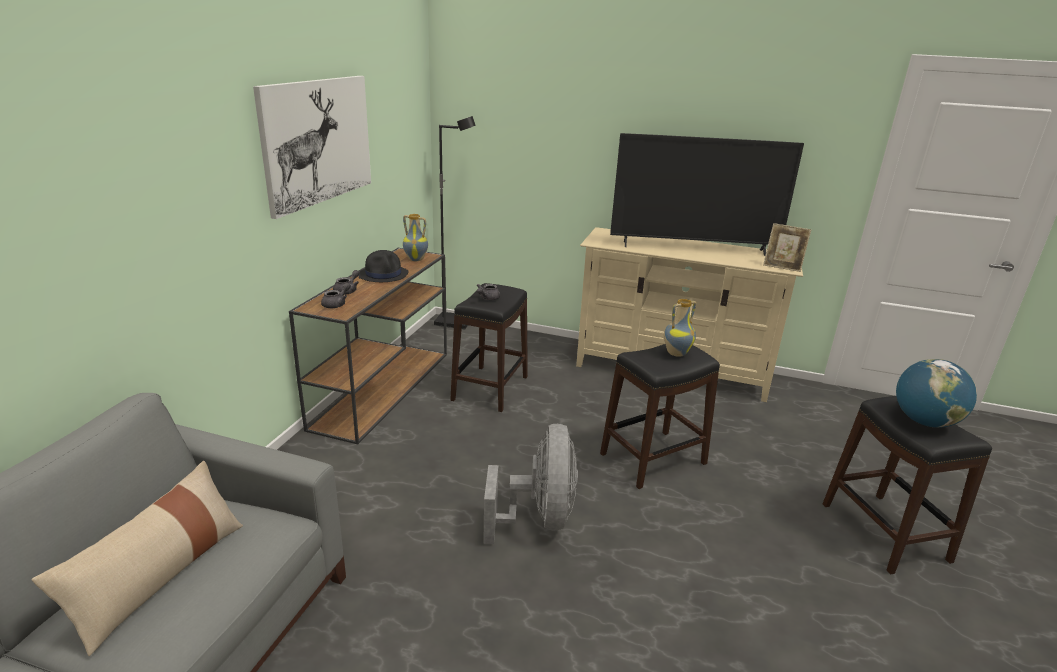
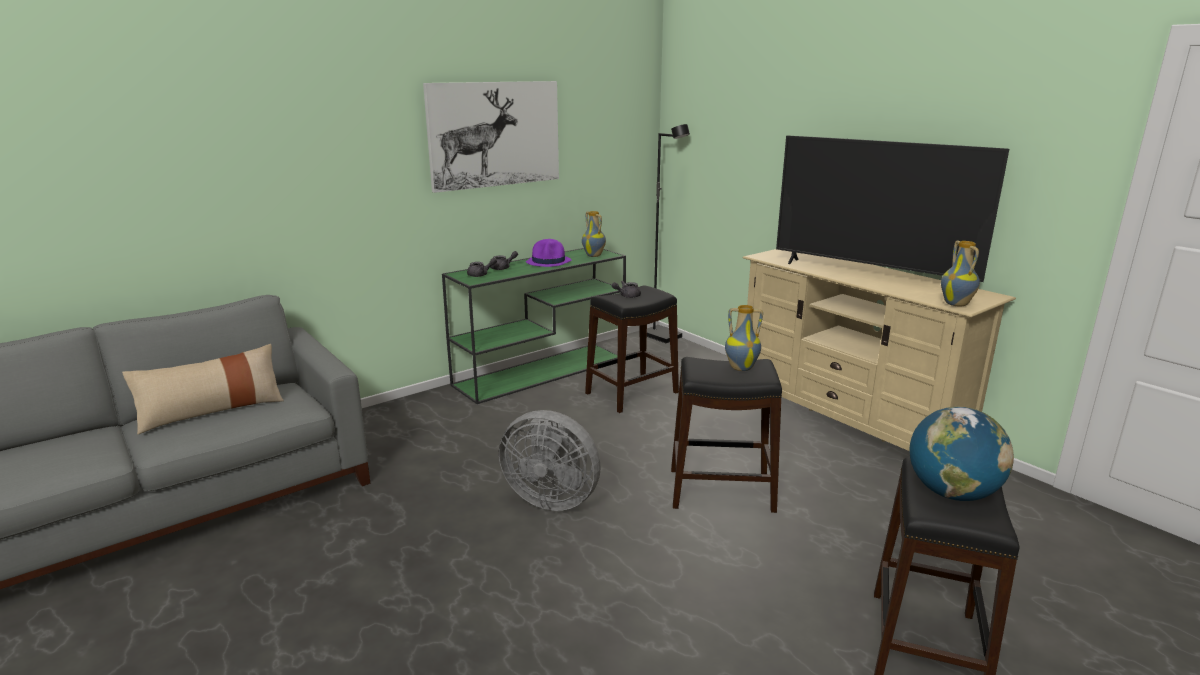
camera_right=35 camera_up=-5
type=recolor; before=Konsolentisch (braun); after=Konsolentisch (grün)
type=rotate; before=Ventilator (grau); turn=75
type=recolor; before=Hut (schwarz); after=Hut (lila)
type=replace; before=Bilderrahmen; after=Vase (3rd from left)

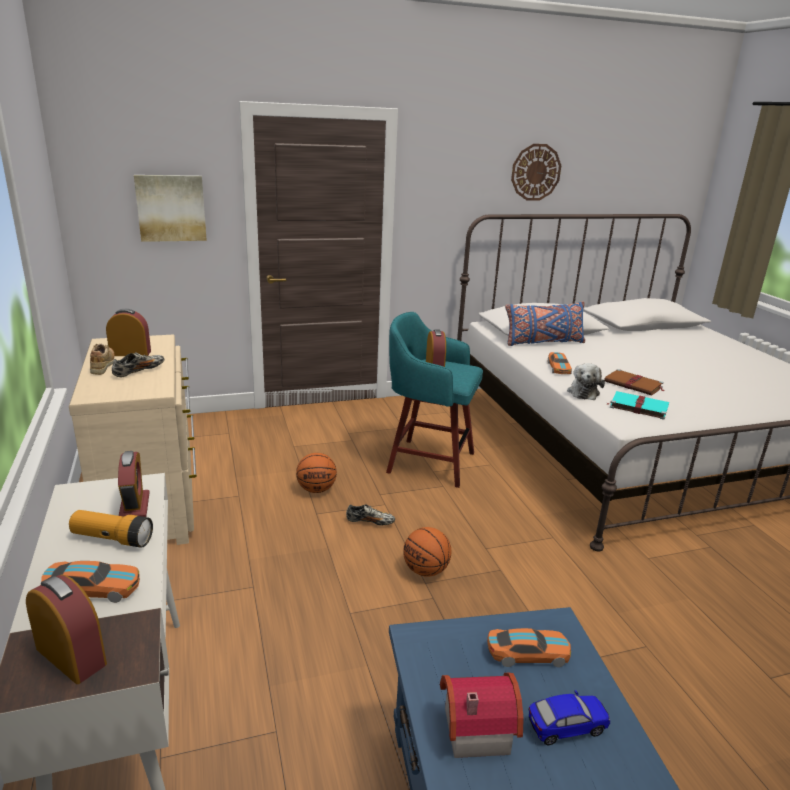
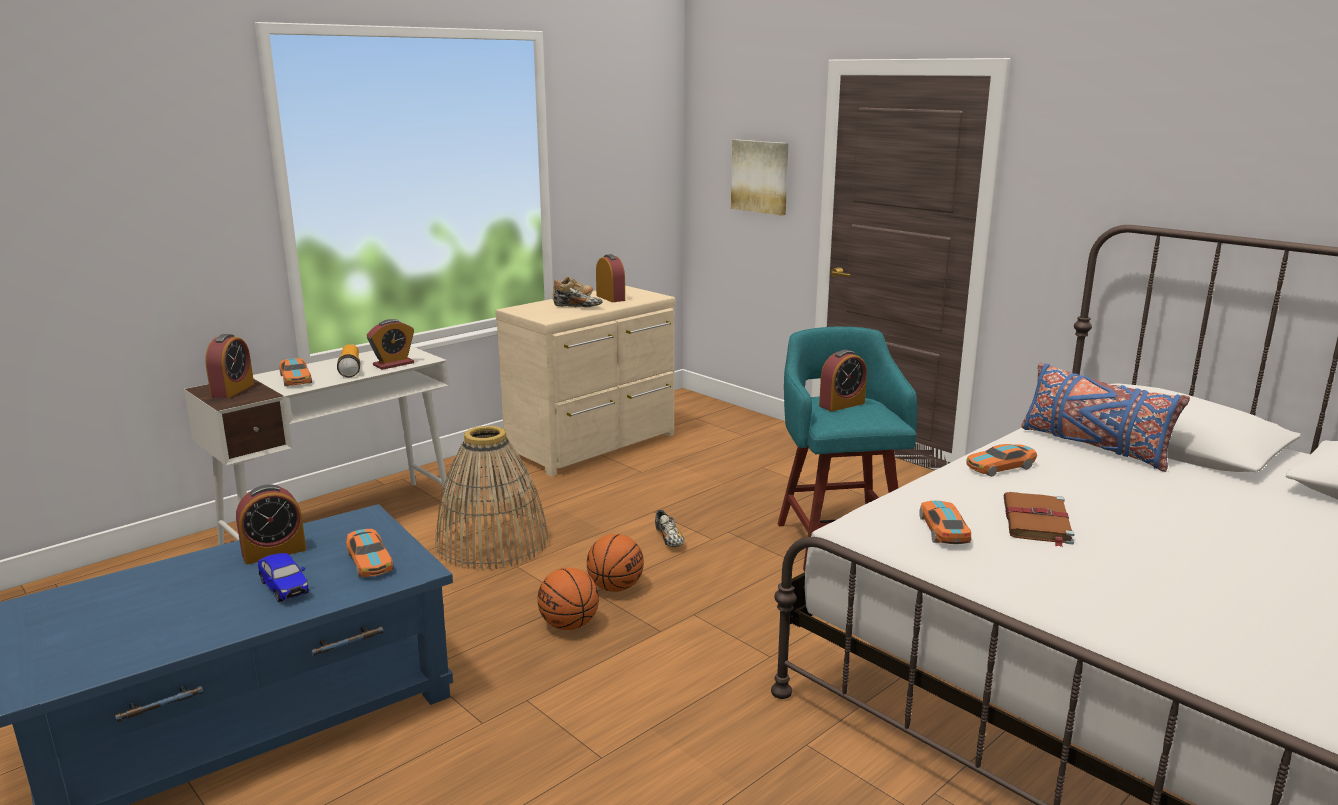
camera_right=65 camera_up=-5
type=replace; before=Spielzeughaus; after=Wecker (2nd from left)
type=insert; after=Korb
type=move; before=Basketball (1st from left)
type=replace; before=Buch (türkis); after=Spielzeugauto (4th from left)
type=delete; before=Wanduhr
type=delete; before=Plüschtier

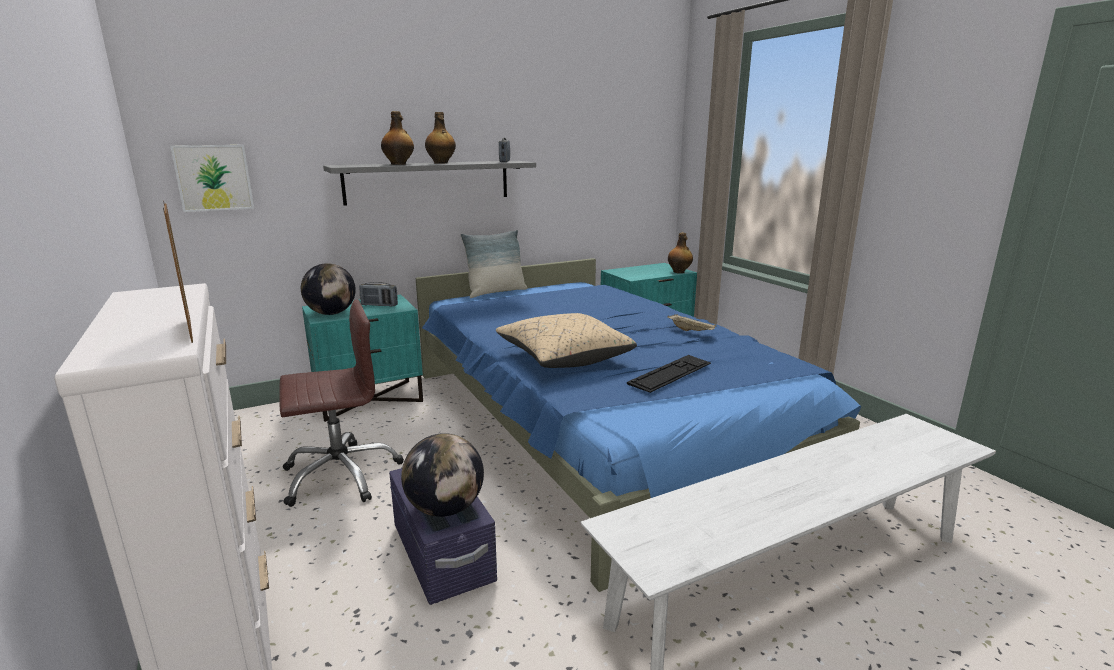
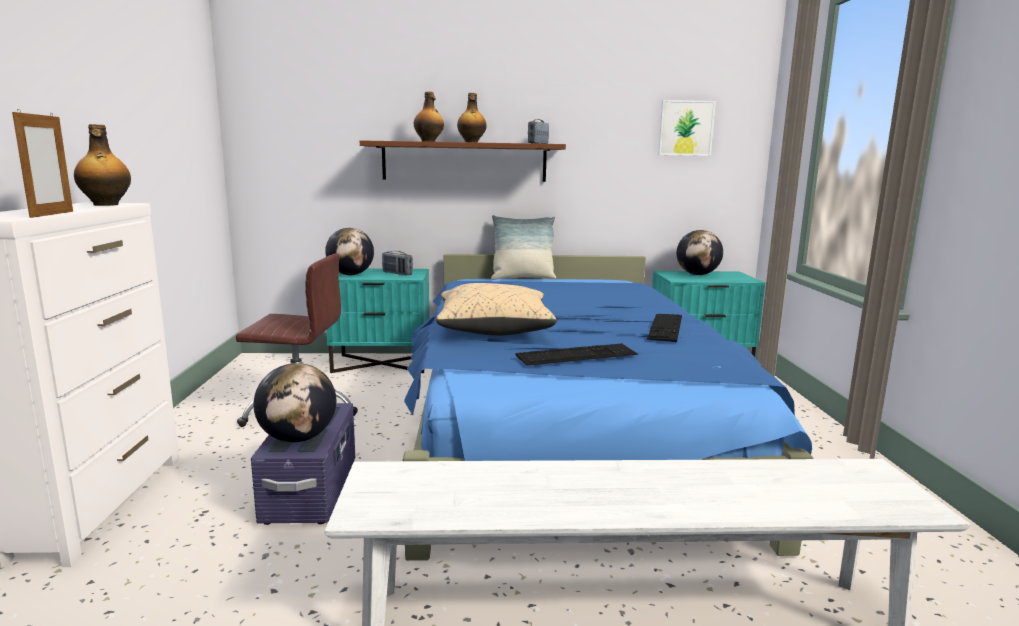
camera_right=25 camera_up=-5
type=move; before=Flasche (3rd from left in the first image); after=Flasche (1st from left)
type=recolor; before=Wandregal (grau); after=Wandregal (braun)
type=replace; before=Tablett (beige); after=Tastatur (2nd from left)
type=move; before=Bild
type=insert; after=Globus (3rd from left)

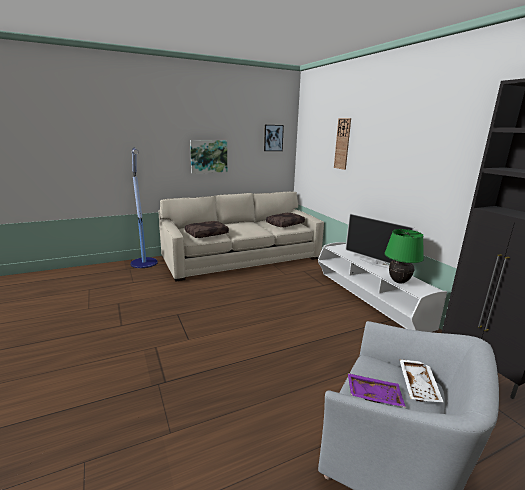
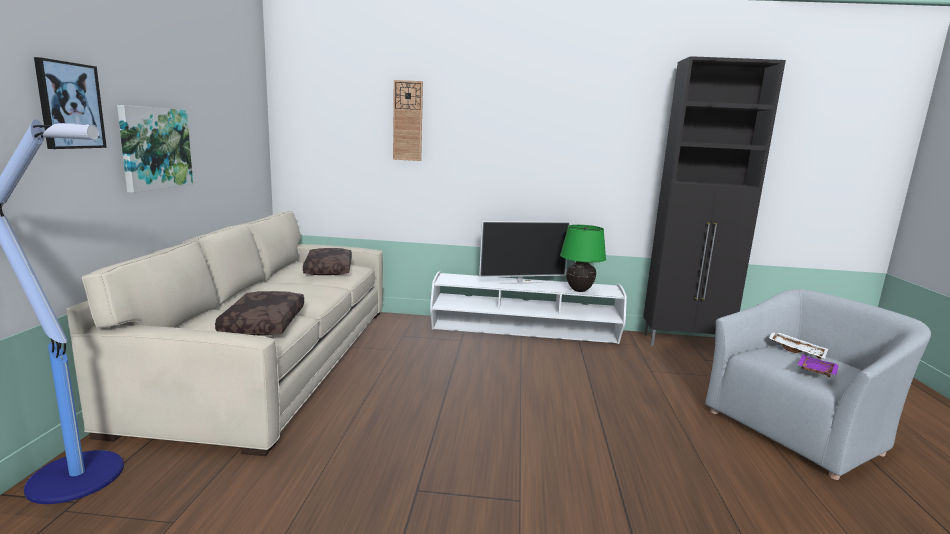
camera_right=-60 camera_up=-5
type=move; before=Bild (2nd from left in the first image); after=Bild (1st from left)

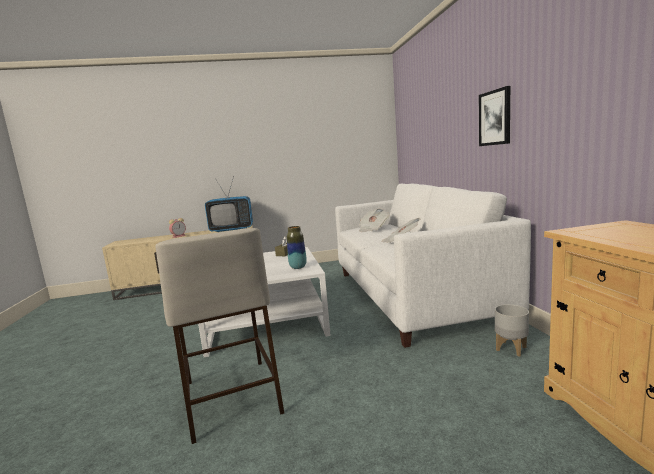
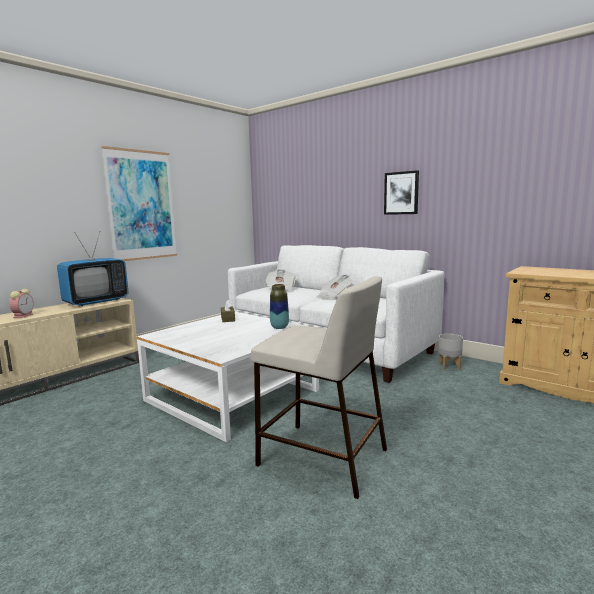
camera_right=-40 camera_up=0
type=insert; after=Bild (1st from left)

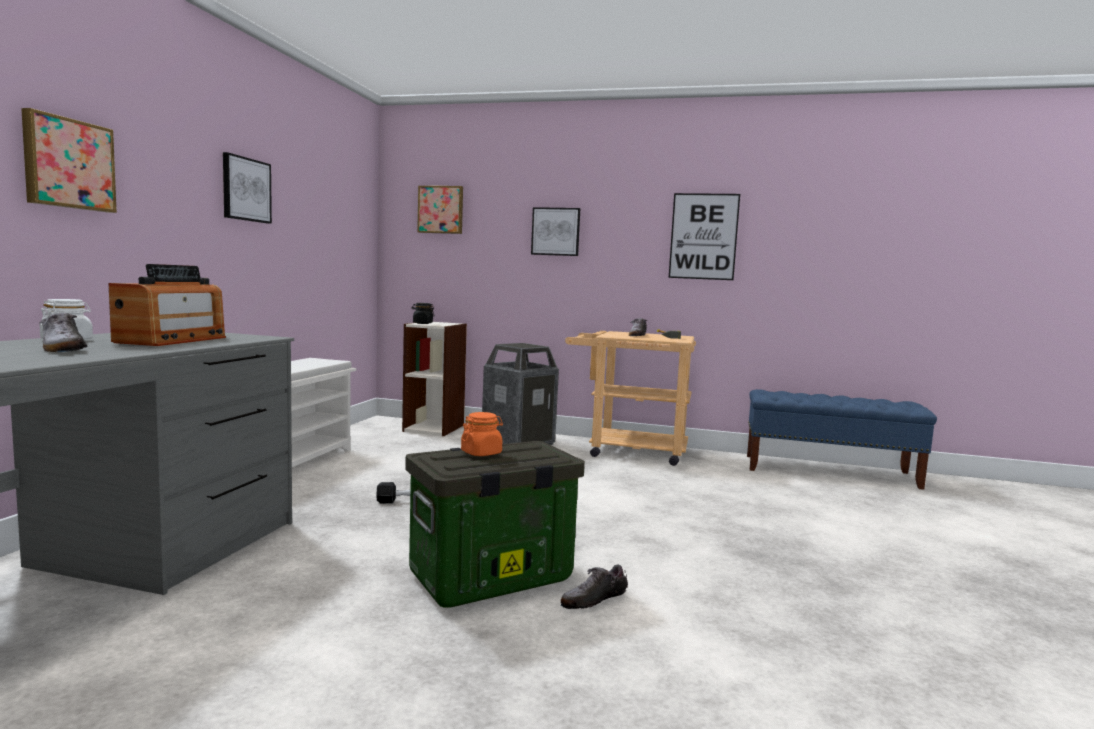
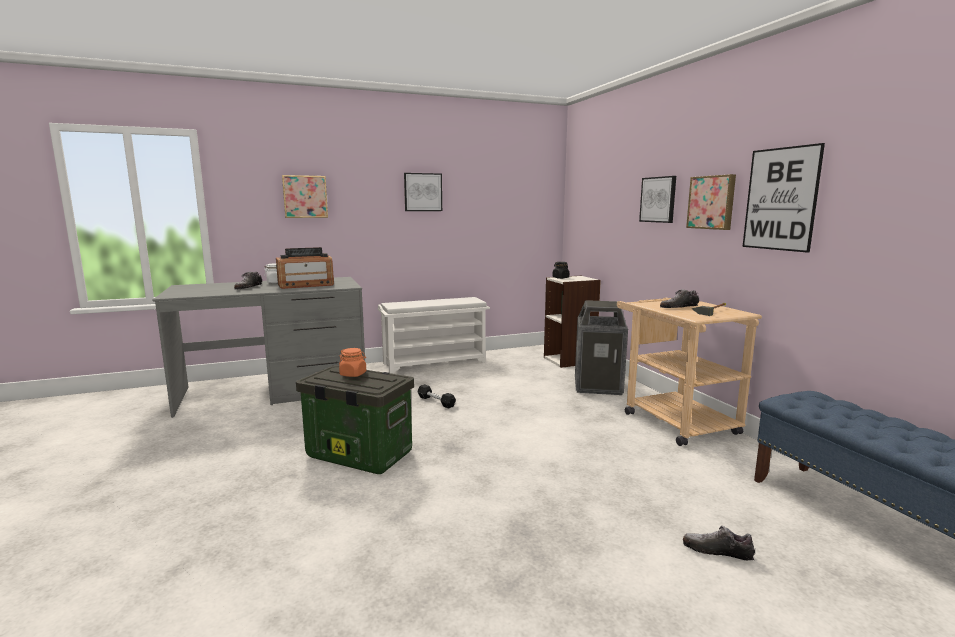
camera_right=55 camera_up=5
type=move; before=Schuh (2nd from left in the first image); after=Schuh (3rd from left)
type=move; before=Bild (3rd from left in the first image); after=Bild (4th from left)

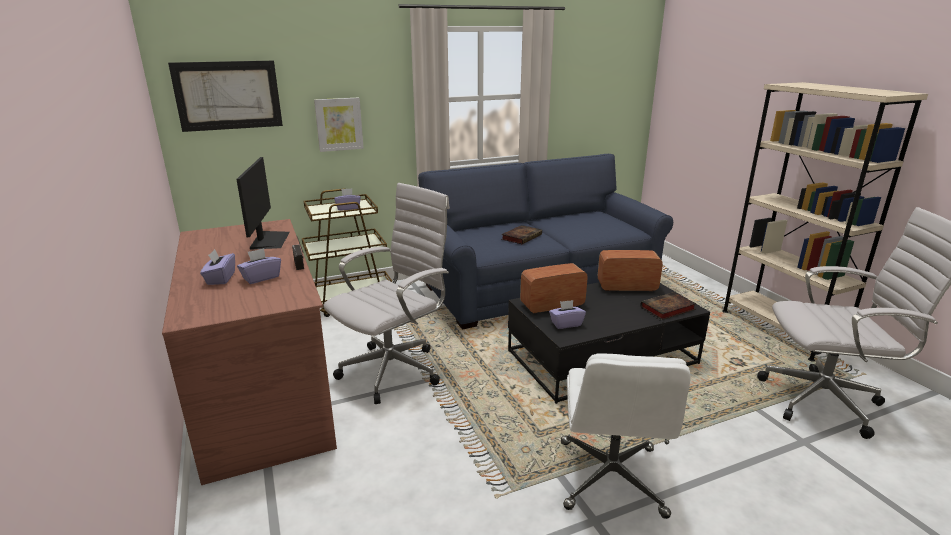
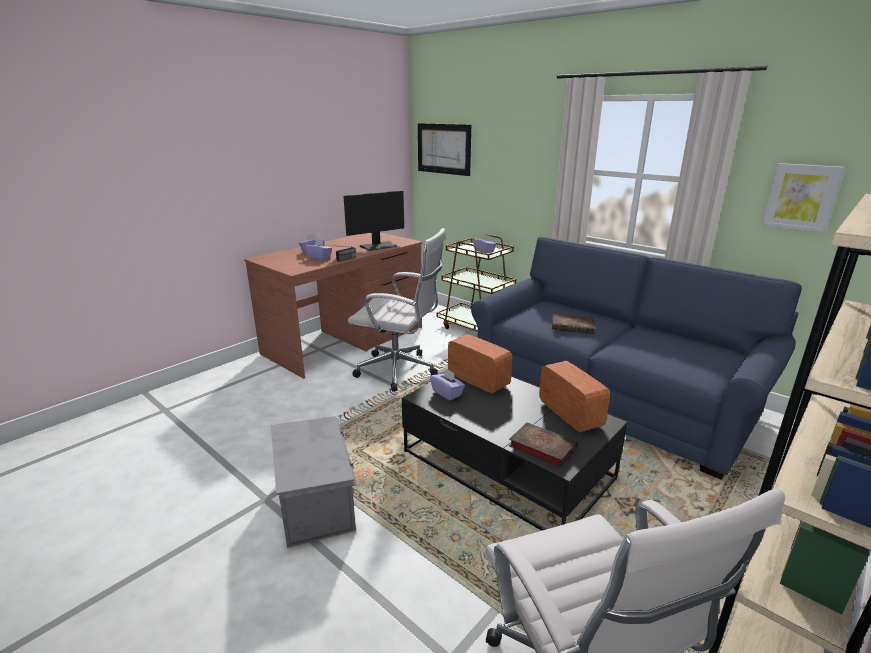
camera_right=65 camera_up=0
type=replace; before=Bürostuhl (weiß) (2nd from left); after=Aufbewahrungsbox (grau)
type=move; before=Bild (2nd from left)

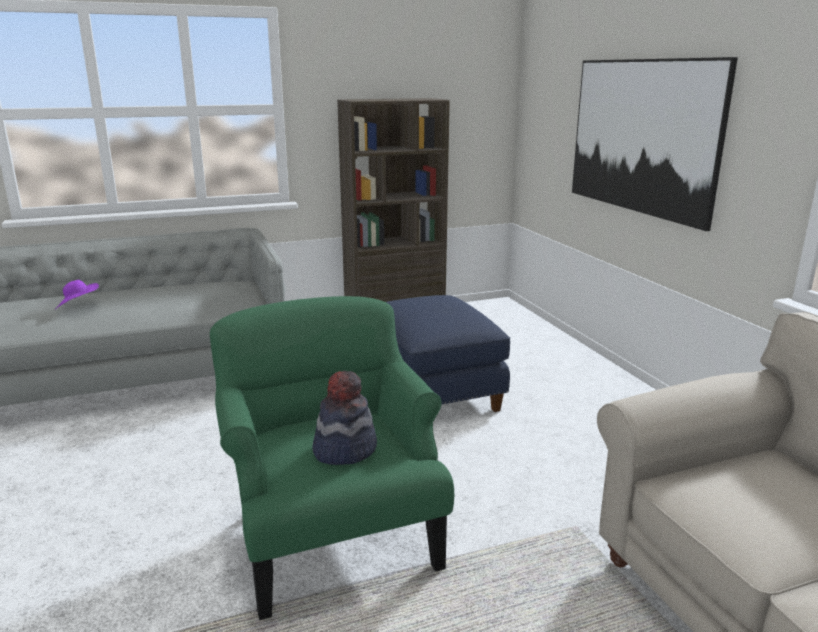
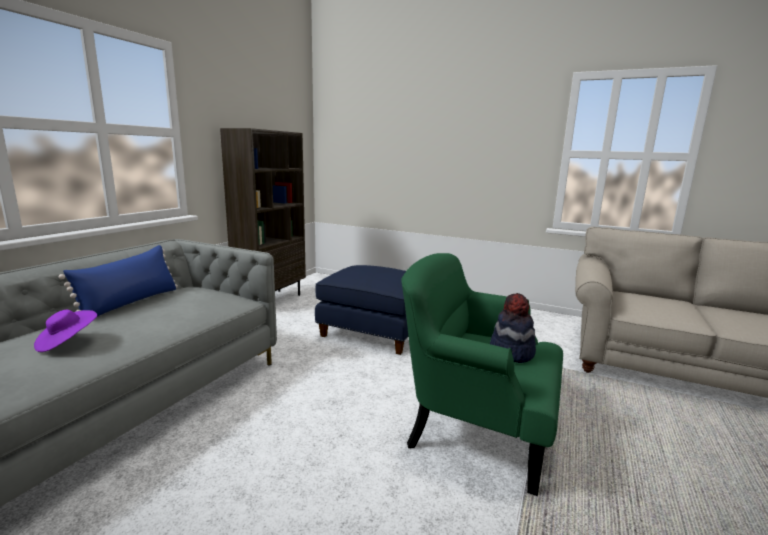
camera_right=-45 camera_up=-5
type=insert; after=Kissen (blau)
type=delete; before=Bild

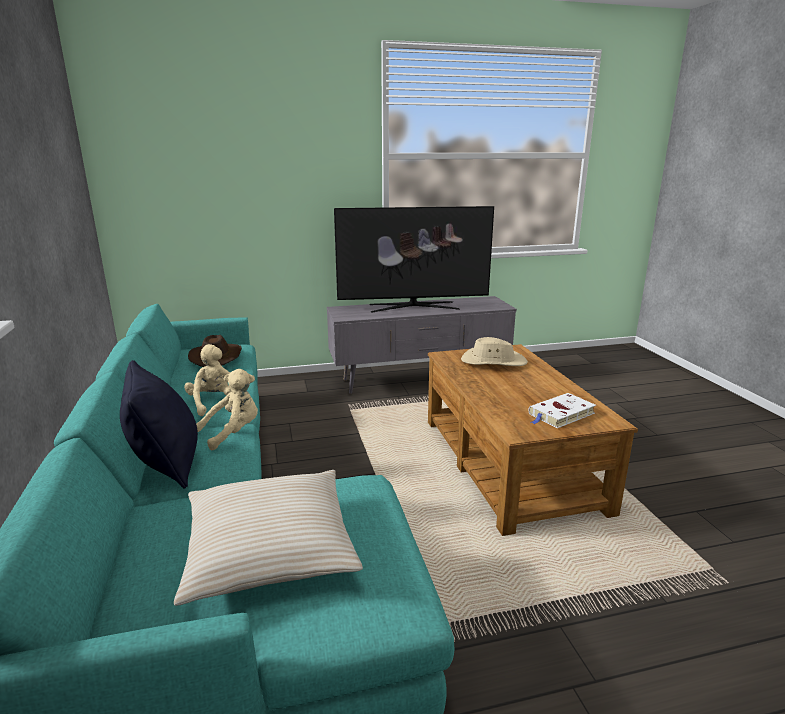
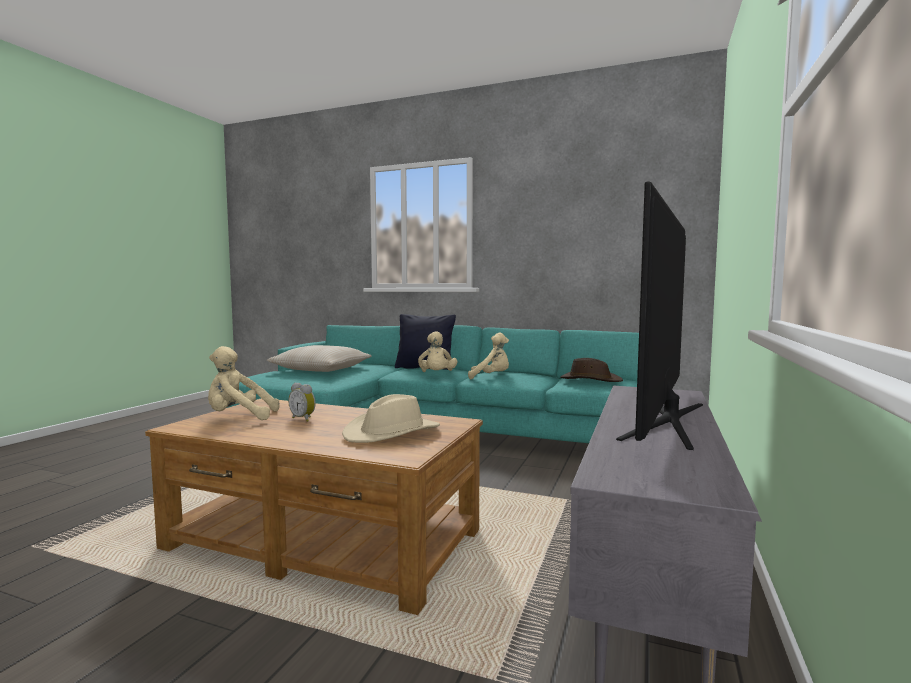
camera_right=125 camera_up=-15
type=replace; before=Buch (weiß); after=Plüschtier (beige) (1st from left)
type=insert; after=Wecker

